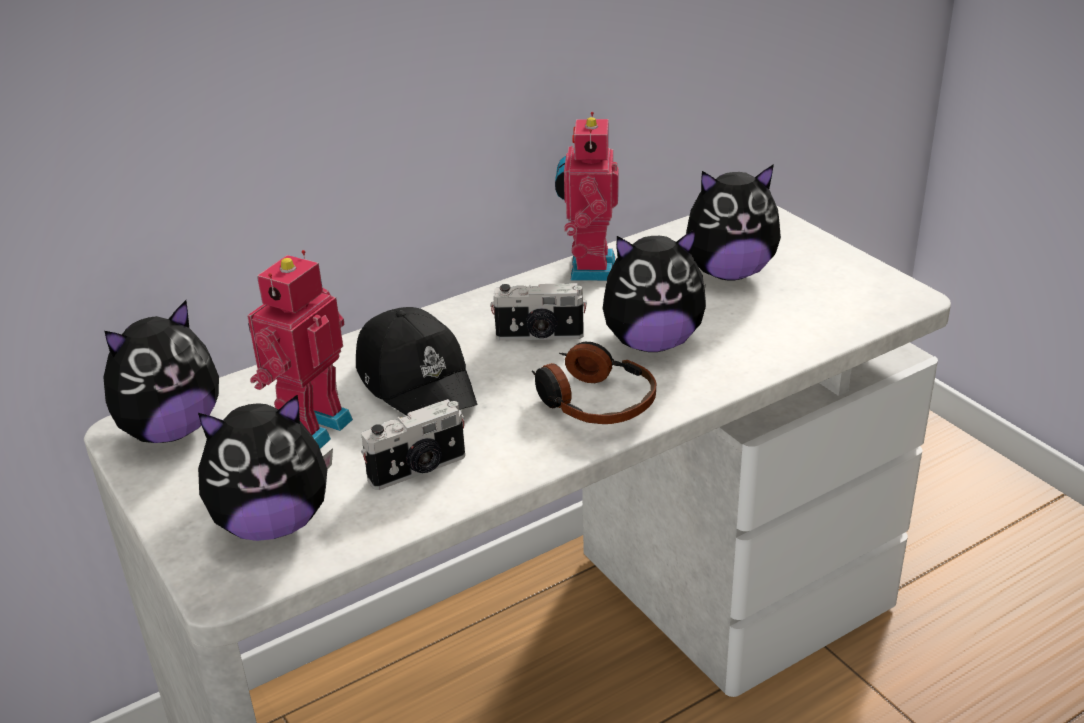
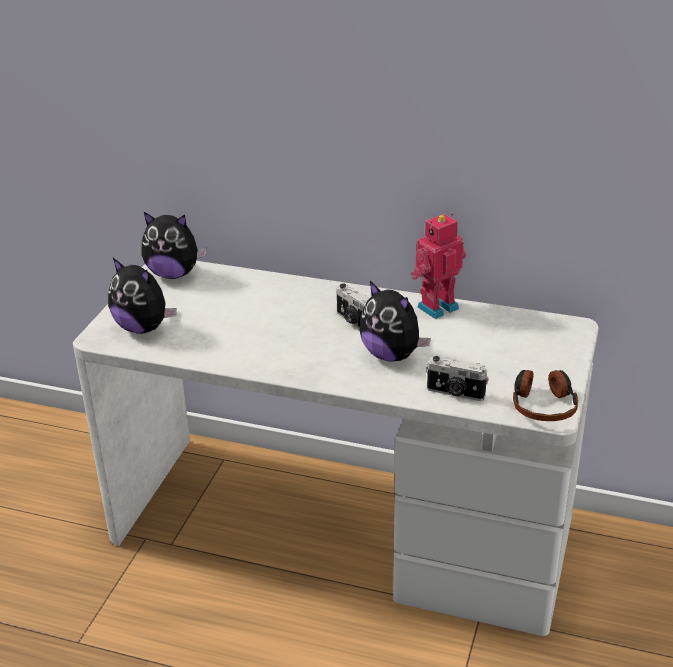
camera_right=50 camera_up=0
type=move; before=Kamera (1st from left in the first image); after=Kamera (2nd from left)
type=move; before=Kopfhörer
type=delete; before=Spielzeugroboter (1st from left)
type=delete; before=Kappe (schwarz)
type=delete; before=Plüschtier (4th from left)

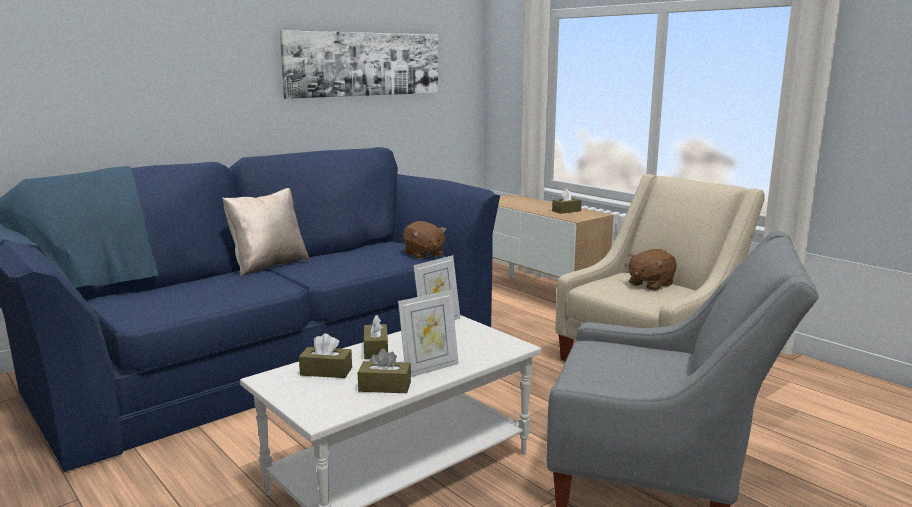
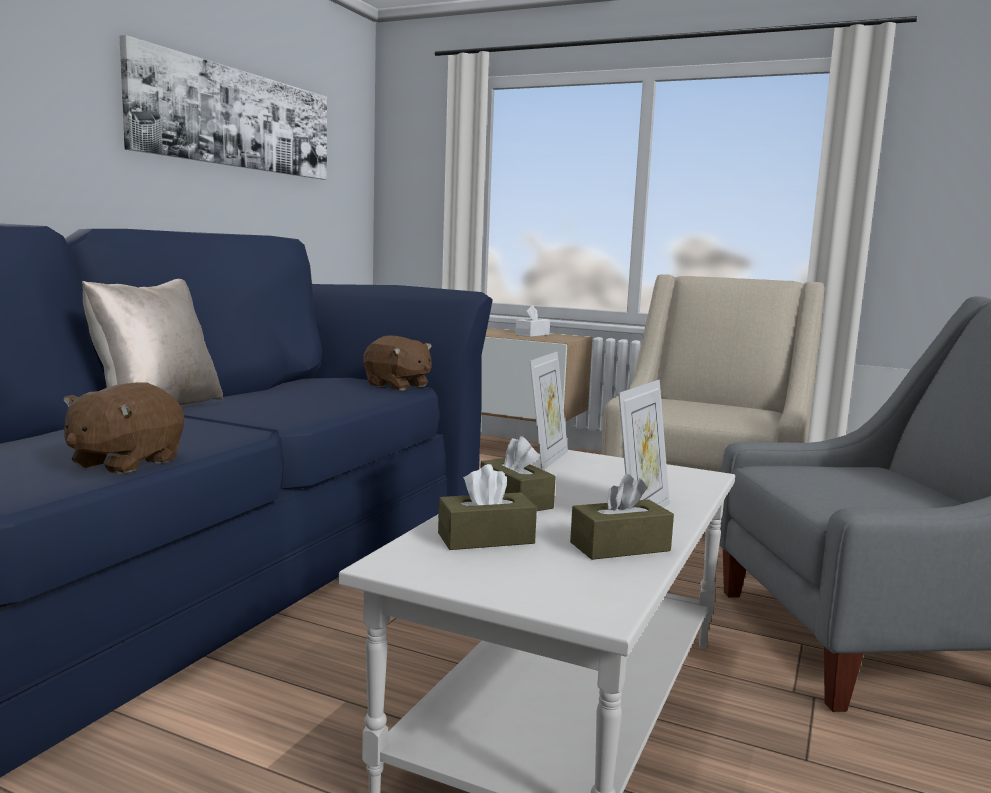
camera_right=-25 camera_up=-5
type=move; before=Plüschtier (braun) (2nd from left in the first image); after=Plüschtier (braun) (1st from left)
type=recolor; before=Taschentuchbox (braun) (4th from left); after=Taschentuchbox (weiß)

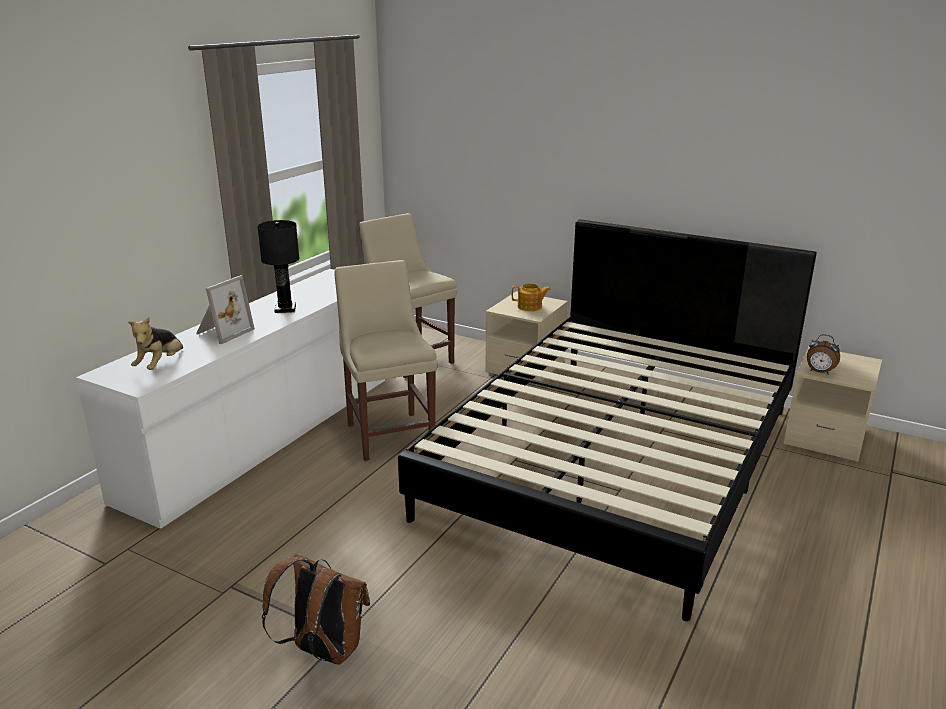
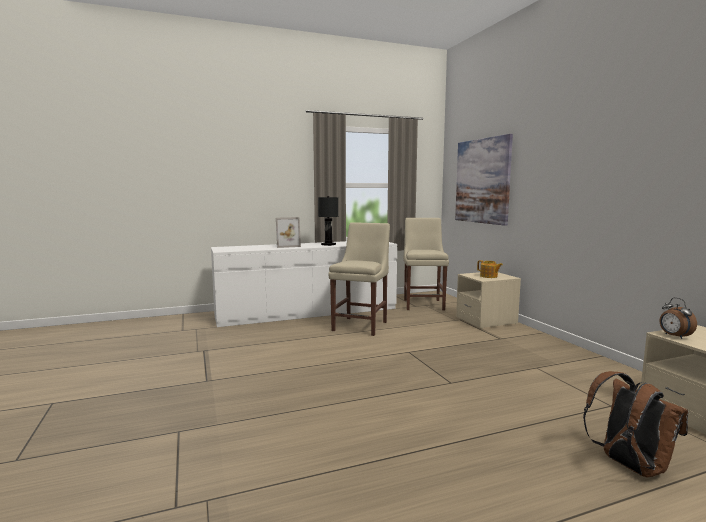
camera_right=40 camera_up=-15
type=insert; after=Bild
type=move; before=Rucksack (braun)
type=delete; before=Plüschtier
type=delete; before=Bett (schwarz)

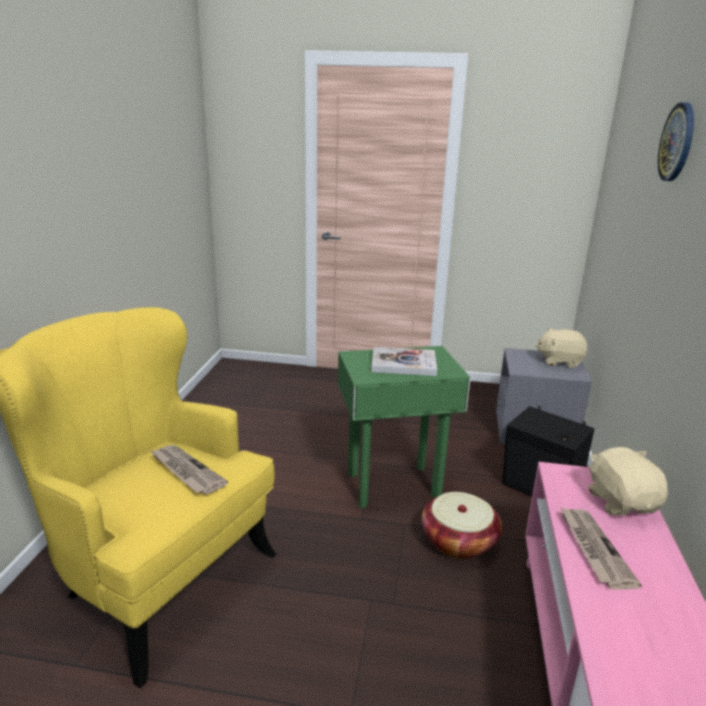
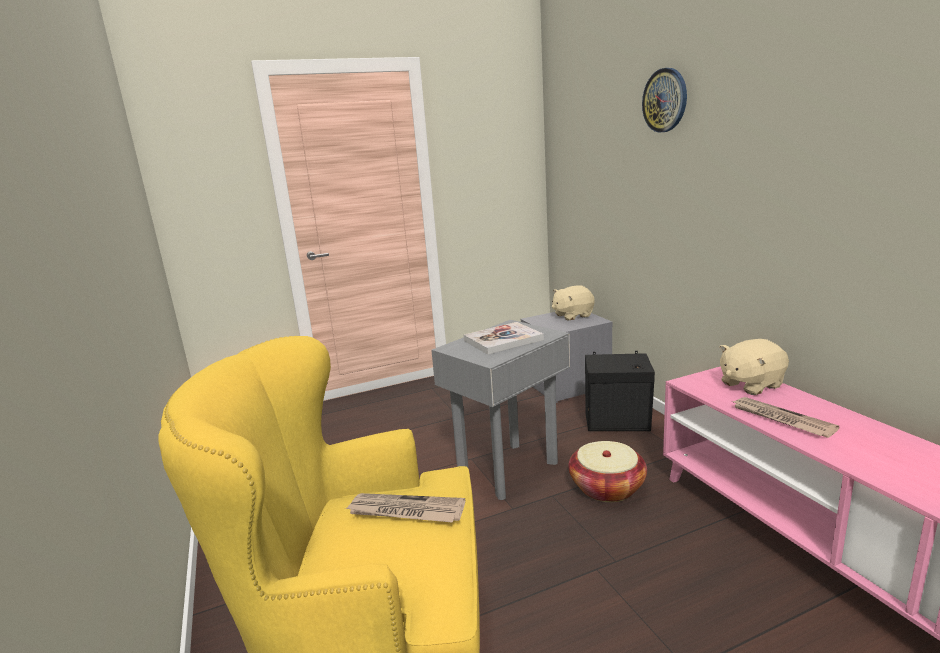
camera_right=-30 camera_up=-5
type=recolor; before=Beistelltisch (grün); after=Beistelltisch (grau)
type=rotate; before=Plüschtier (beige) (2nd from left); turn=-75

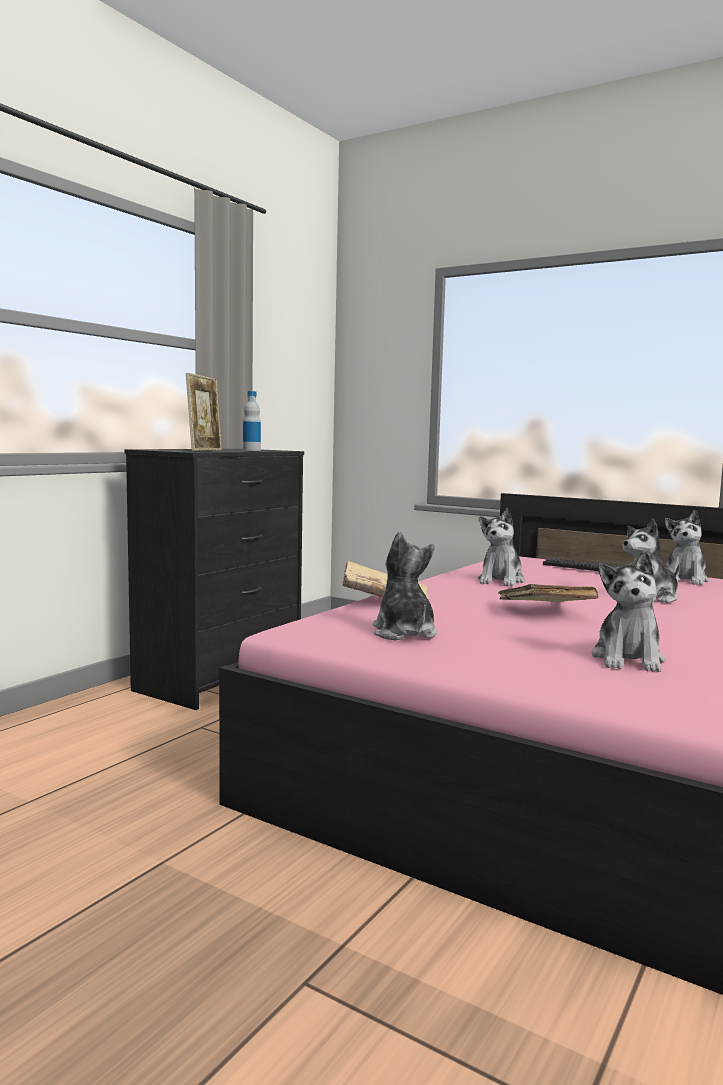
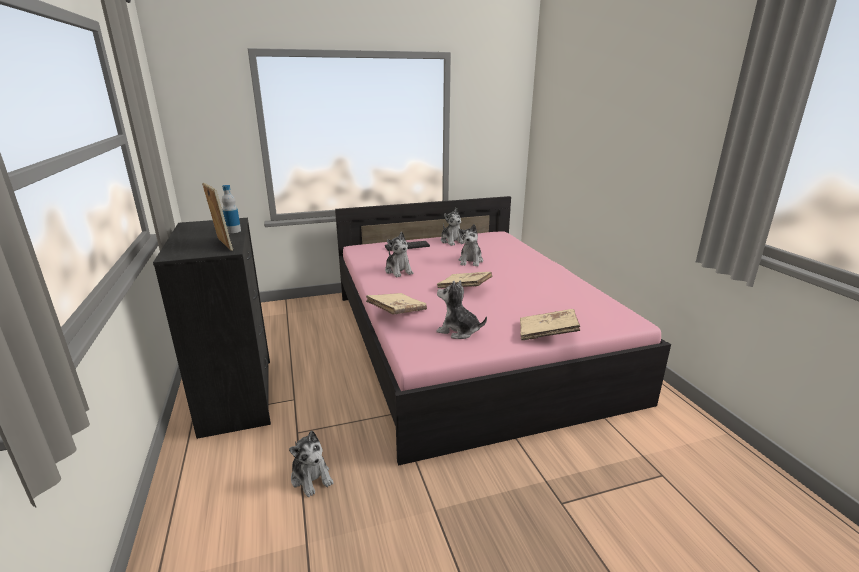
camera_right=-50 camera_up=15
type=move; before=Plüschtier (3rd from left in the first image); after=Plüschtier (1st from left)
type=insert; after=Buch (beige) (3rd from left)

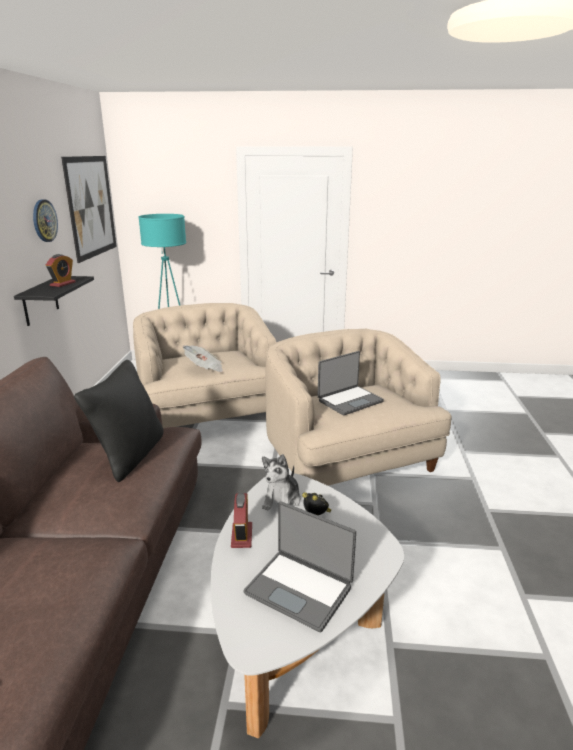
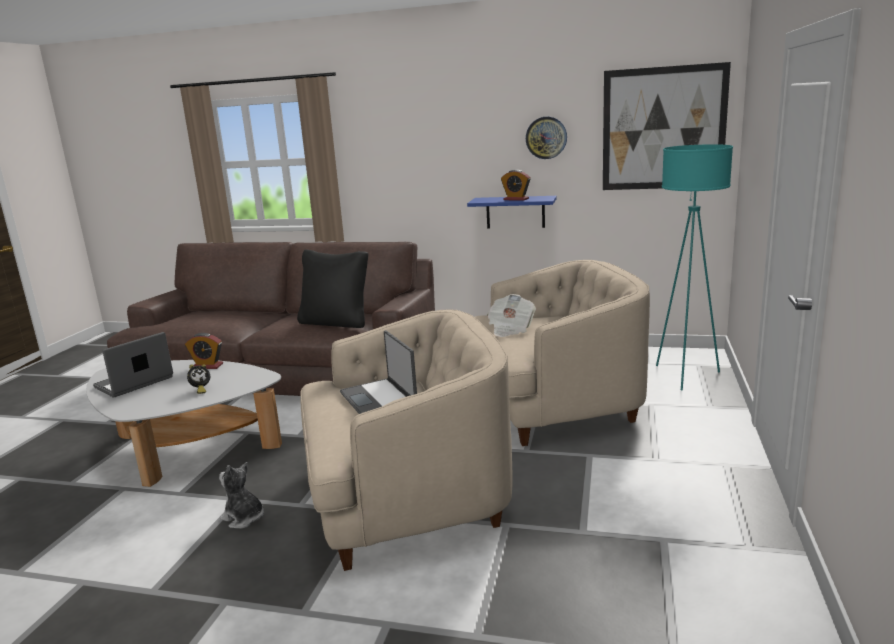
camera_right=100 camera_up=-5
type=move; before=Plüschtier
type=recolor; before=Wandregal (schwarz); after=Wandregal (blau)

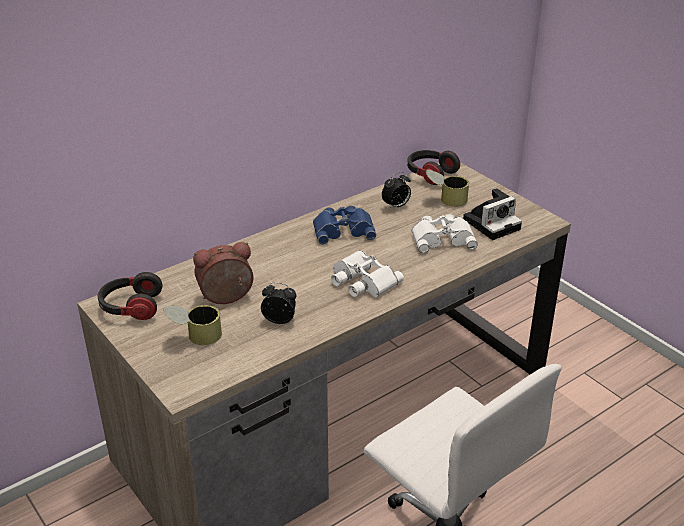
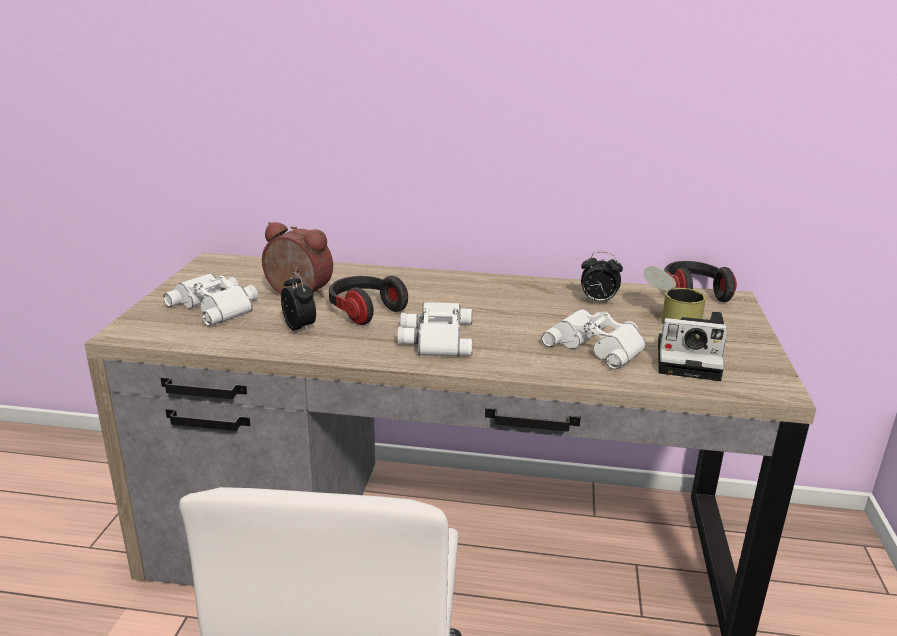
camera_right=45 camera_up=-10
type=replace; before=Dose (1st from left); after=Fernglas (weiß) (1st from left)
type=move; before=Kopfhörer (1st from left)
type=delete; before=Fernglas (blau)

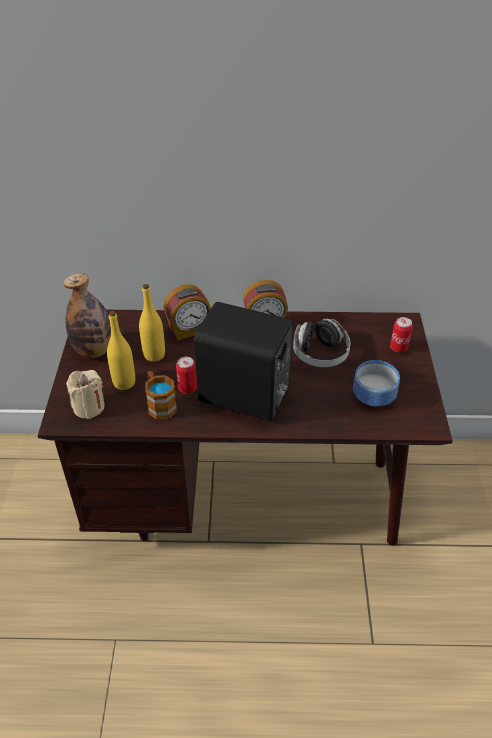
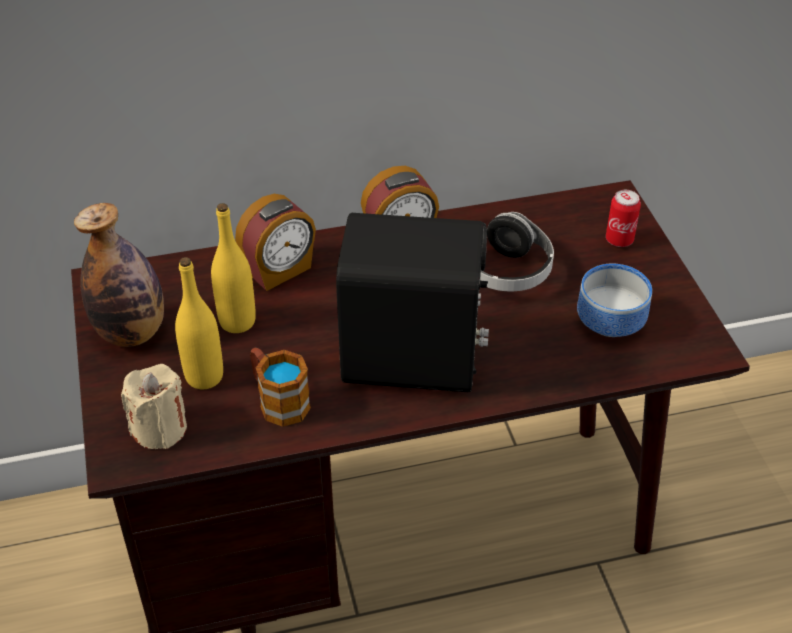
camera_right=-15 camera_up=0
type=delete; before=Dose (1st from left)

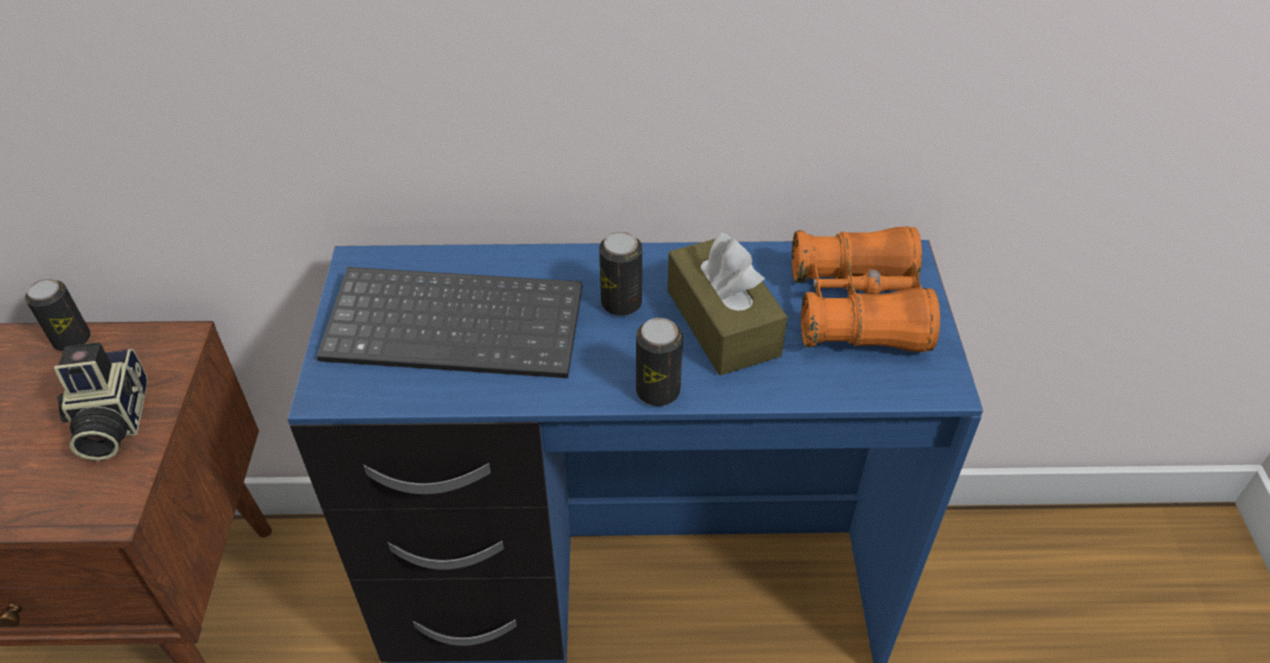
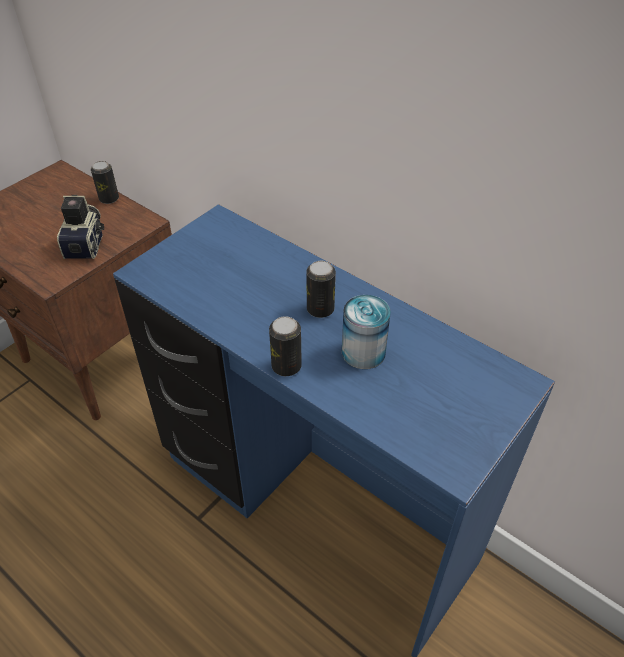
camera_right=40 camera_up=0
type=rotate; before=Kamera; turn=150
type=replace; before=Taschentuchbox (braun); after=Dose (4th from left)
type=delete; before=Tastatur
type=delete; before=Fernglas (orange)

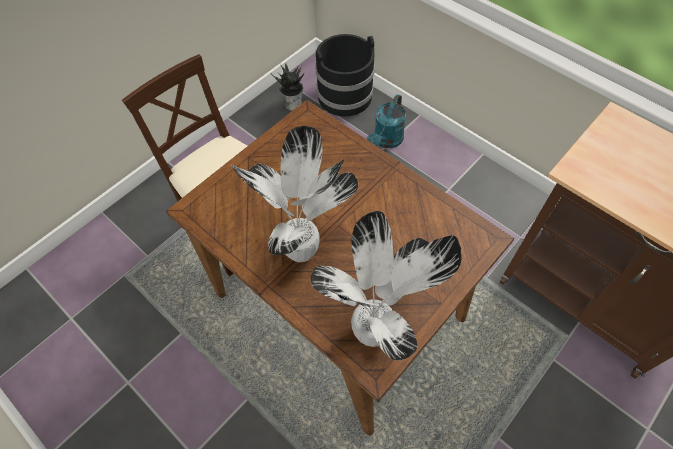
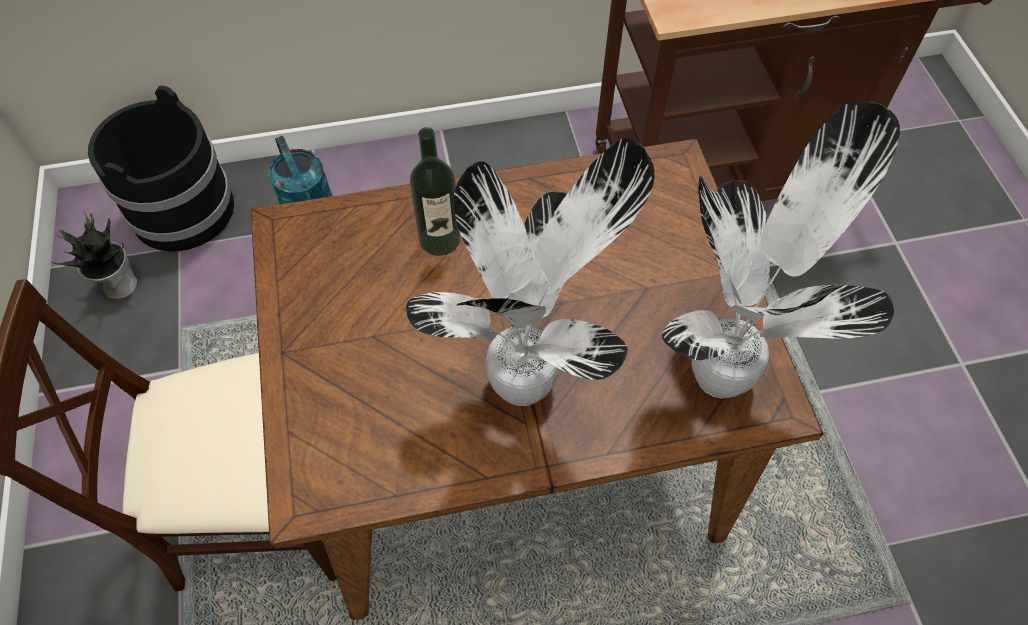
camera_right=-55 camera_up=0
type=insert; after=Flasche

